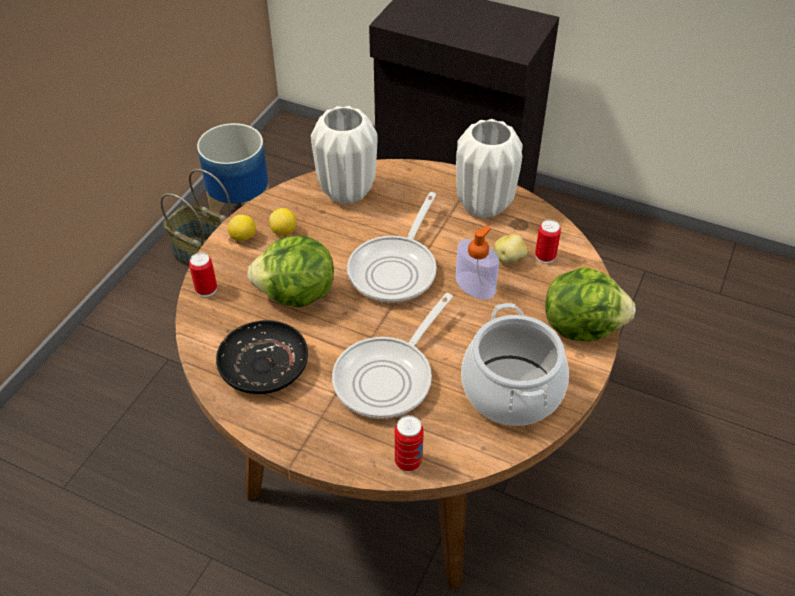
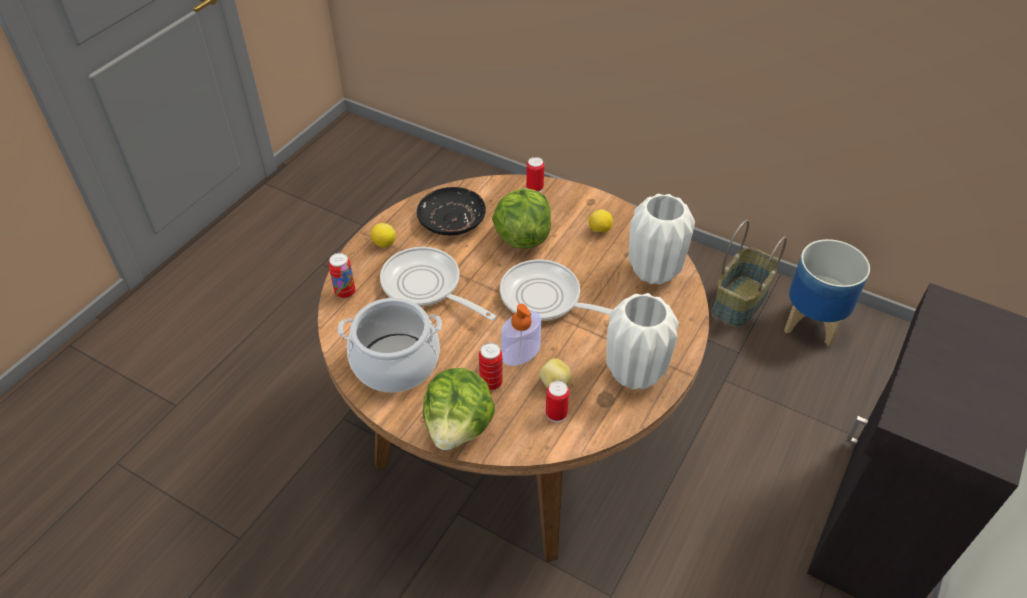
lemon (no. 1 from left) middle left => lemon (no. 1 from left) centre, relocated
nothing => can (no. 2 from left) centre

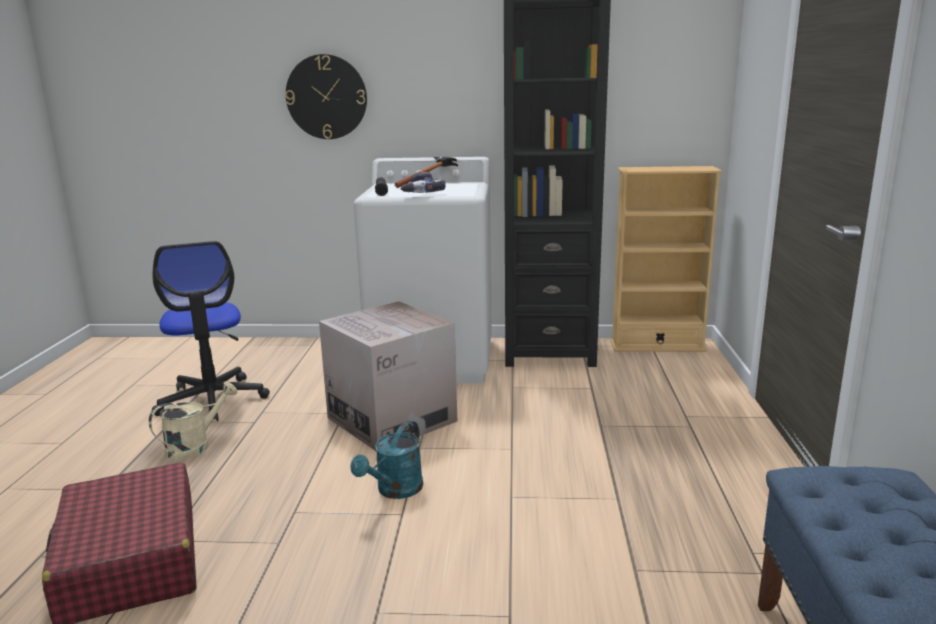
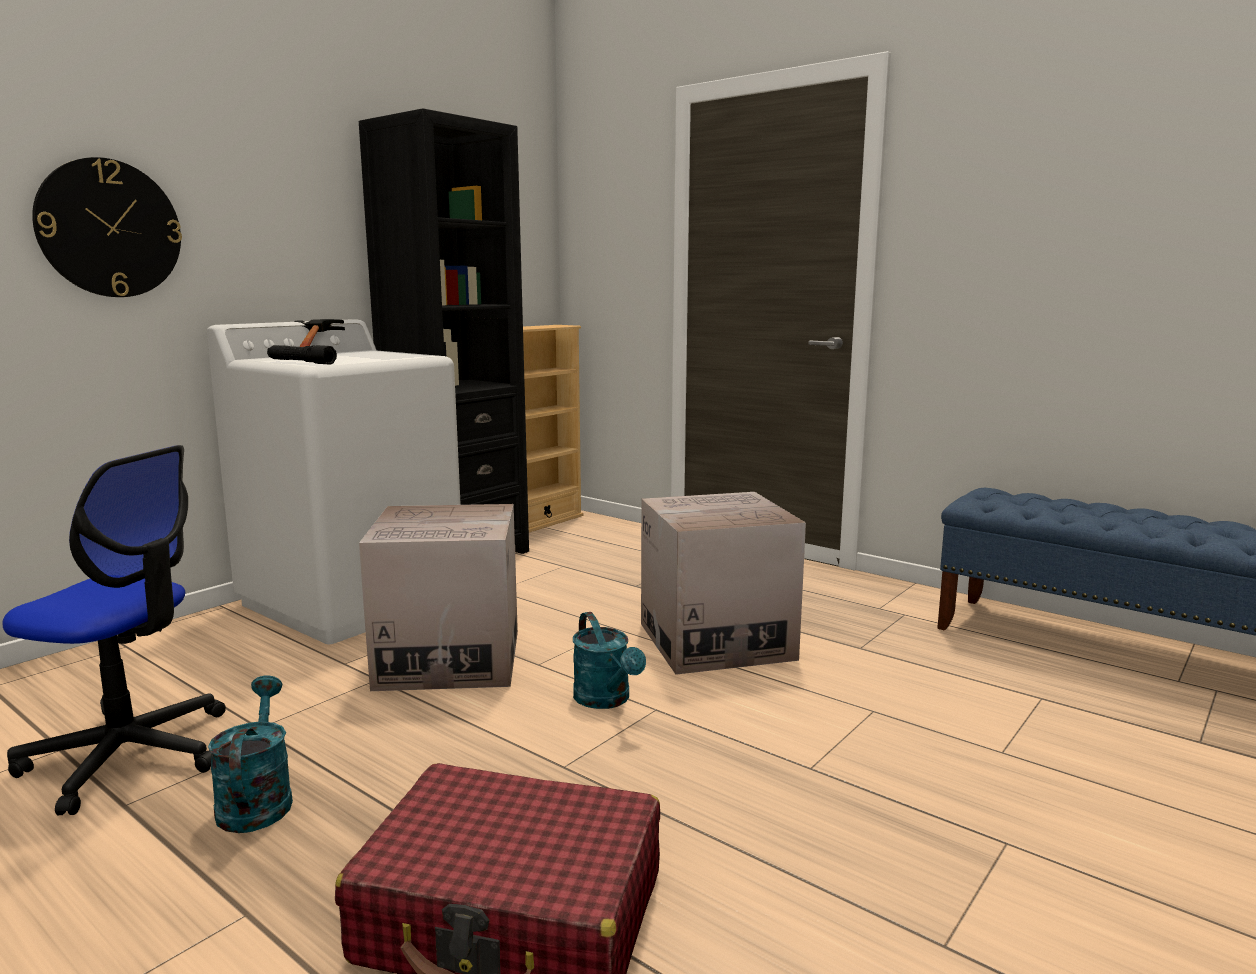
beige_watering_can bottom left => turquoise_watering_can (no. 1 from left) bottom left
power_drill top centre => nothing
nothing => cardboard_box (no. 2 from left) centre

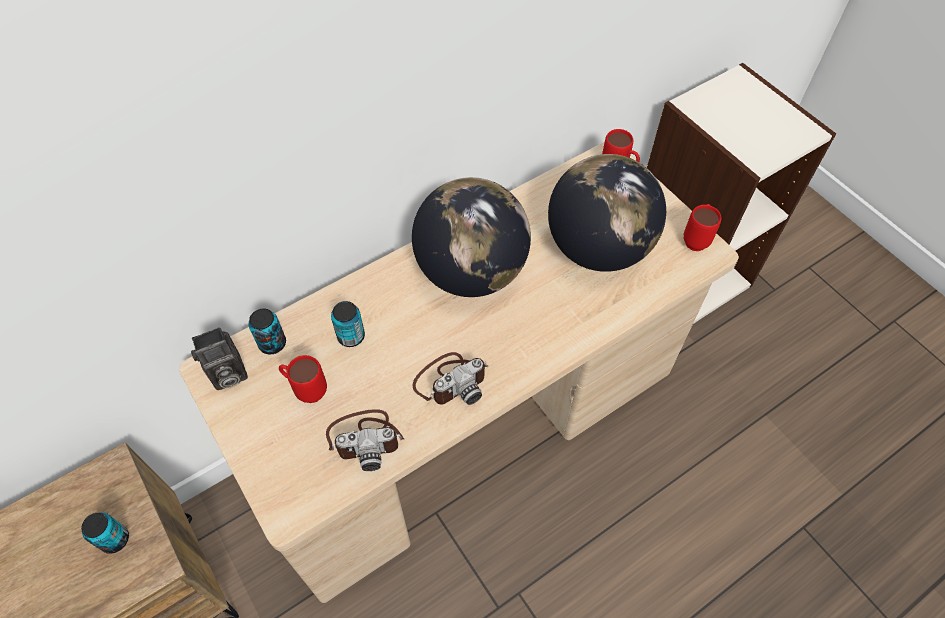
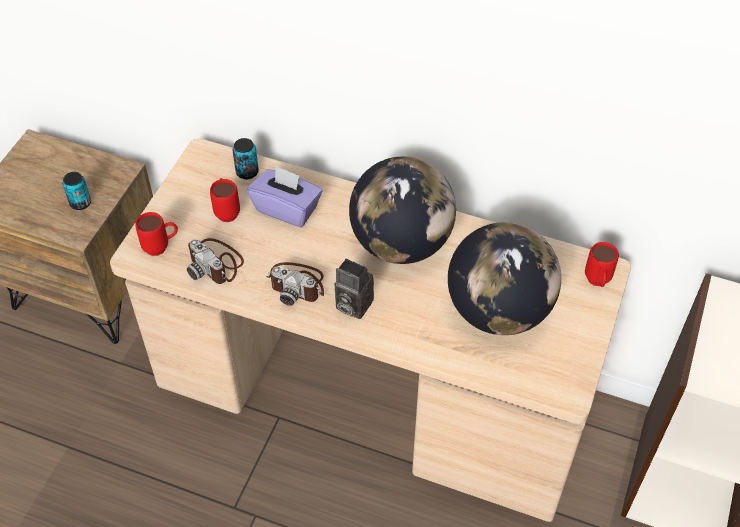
photo_camera (no. 1 from left in the first image) middle left => photo_camera (no. 3 from left) centre, relocated
can (no. 3 from left) centre => purple_tissue_box centre
red_mug (no. 3 from left in the first image) middle right => red_mug (no. 1 from left) middle left, relocated

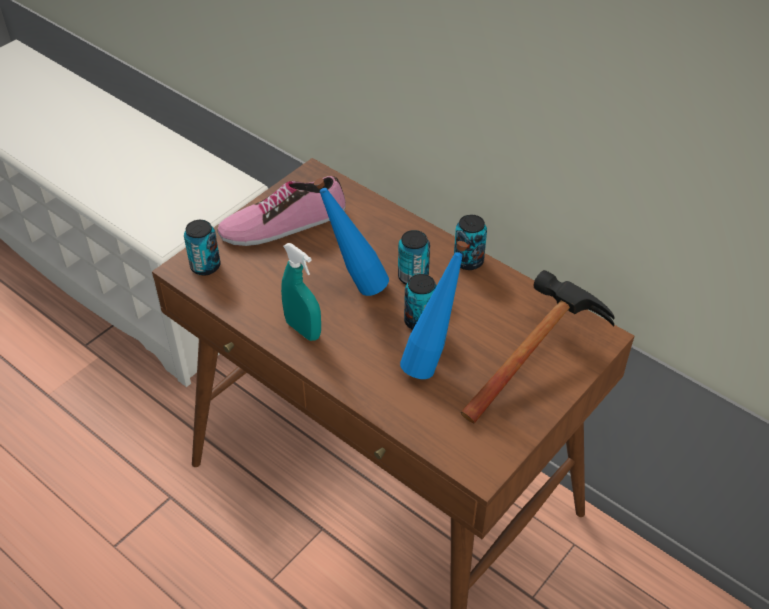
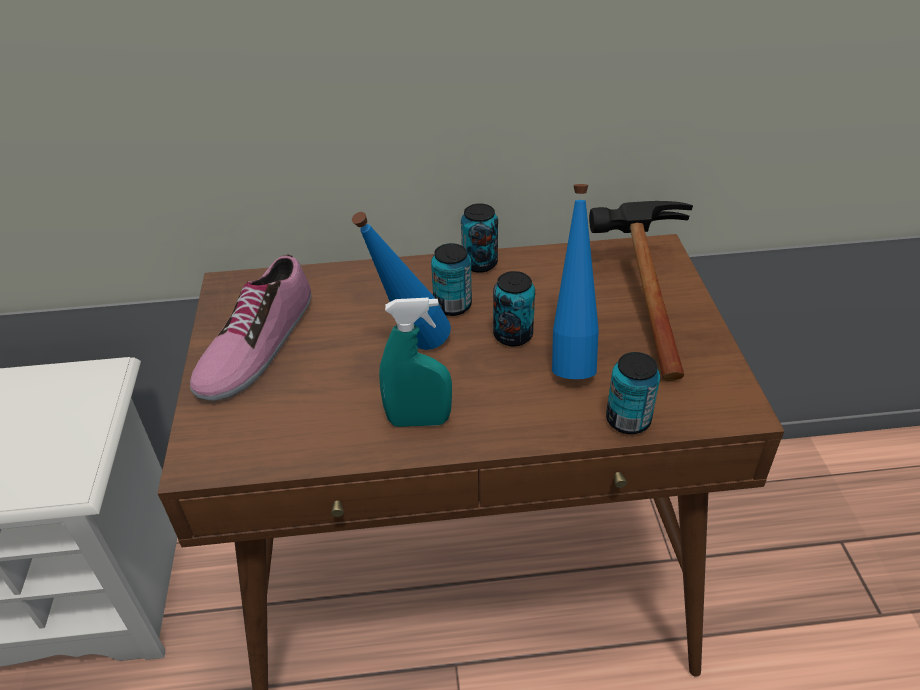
can (no. 1 from left in the first image) middle left => can (no. 4 from left) middle right, relocated

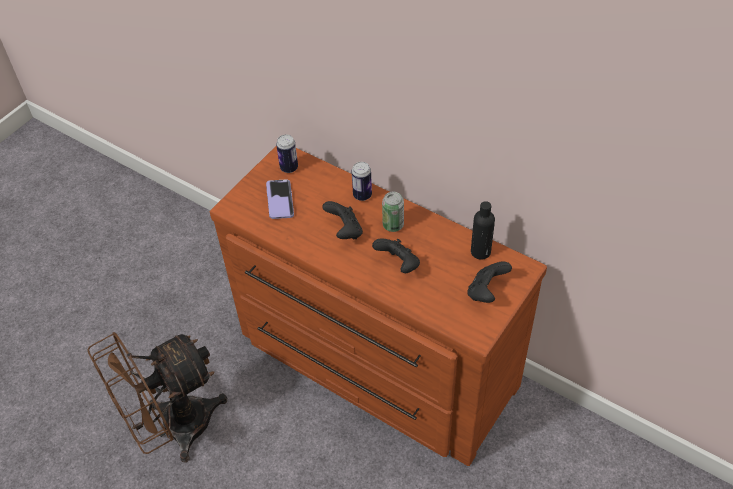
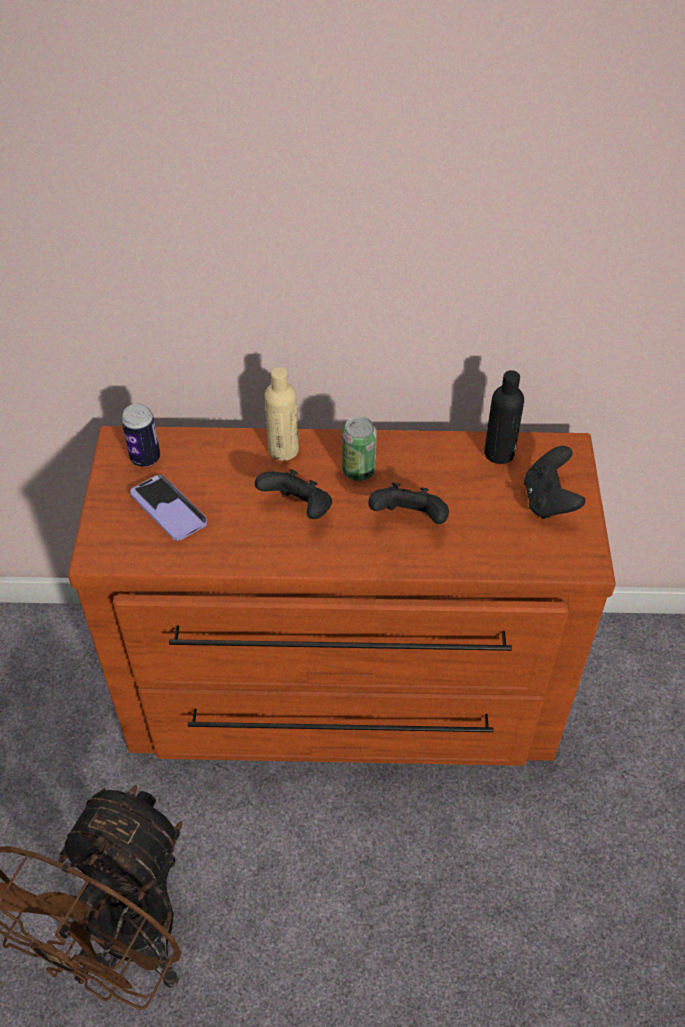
can (no. 2 from left) centre => beige_bottle centre

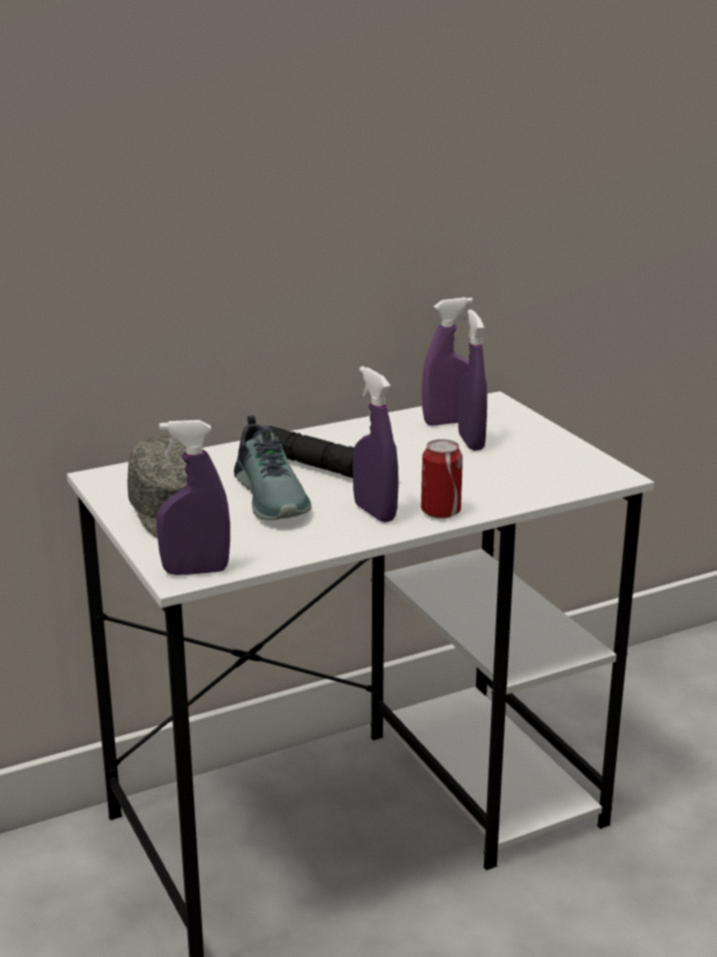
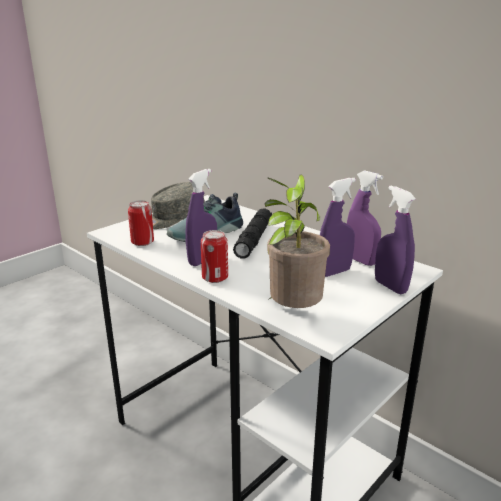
purple_spray_bottle (no. 1 from left in the first image) middle left => purple_spray_bottle (no. 4 from left) middle right, relocated
nothing => can (no. 1 from left) middle left
nothing => potted_plant centre

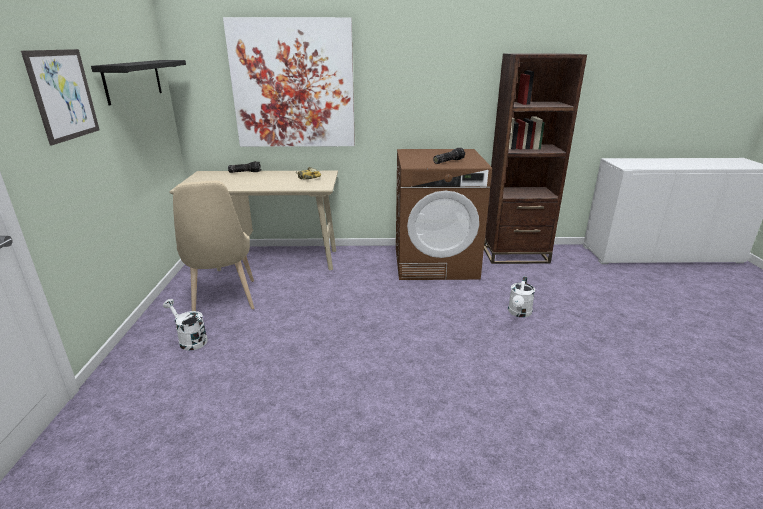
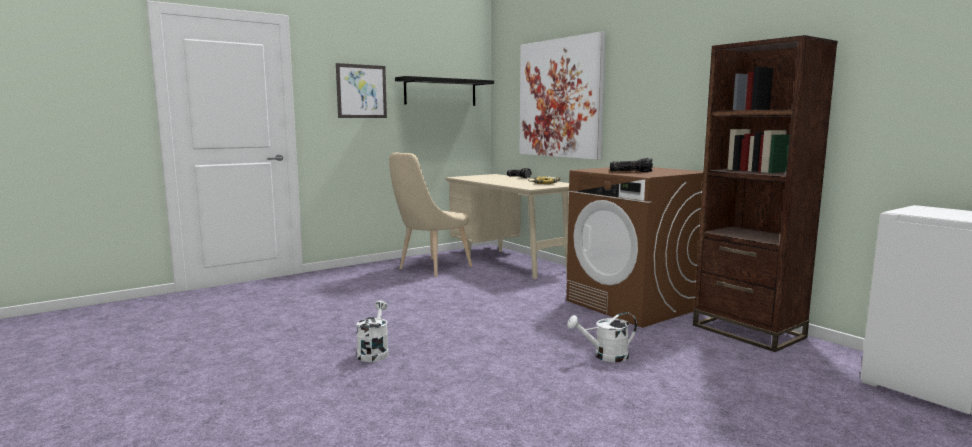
white_watering_can (no. 1 from left) middle left => white_watering_can (no. 1 from left) bottom centre, relocated

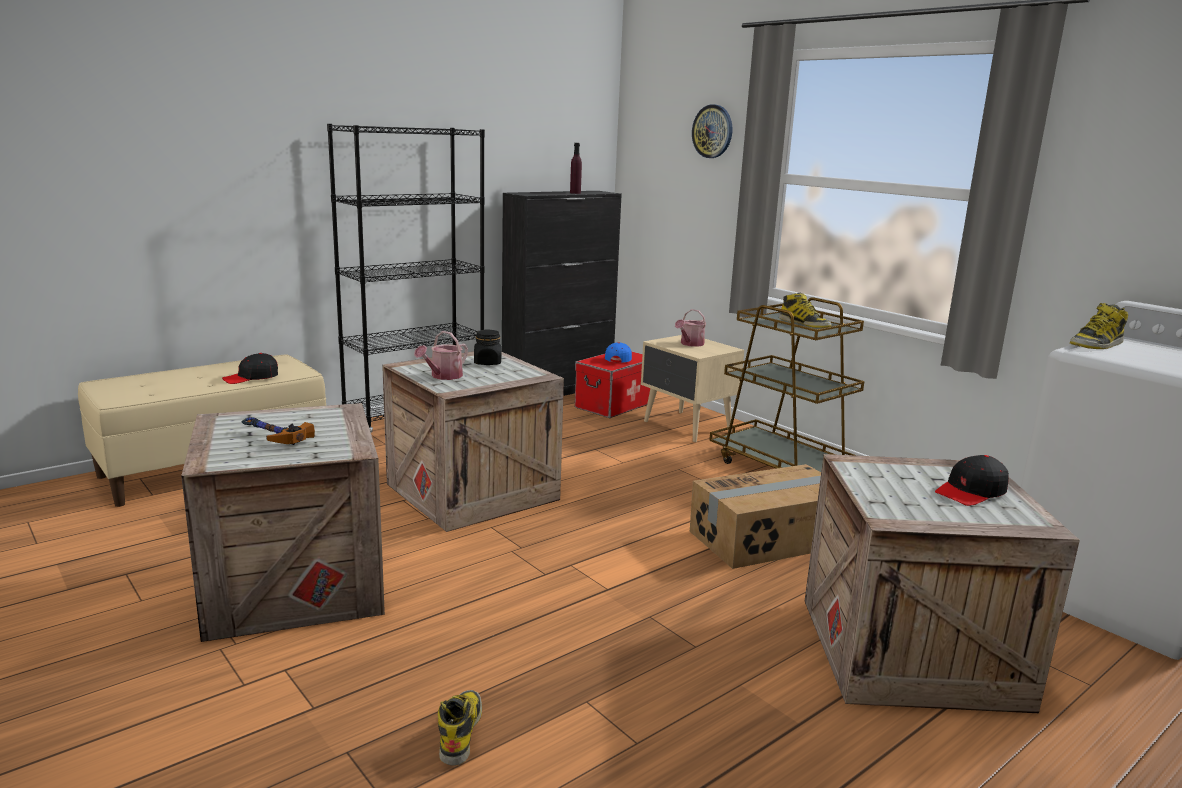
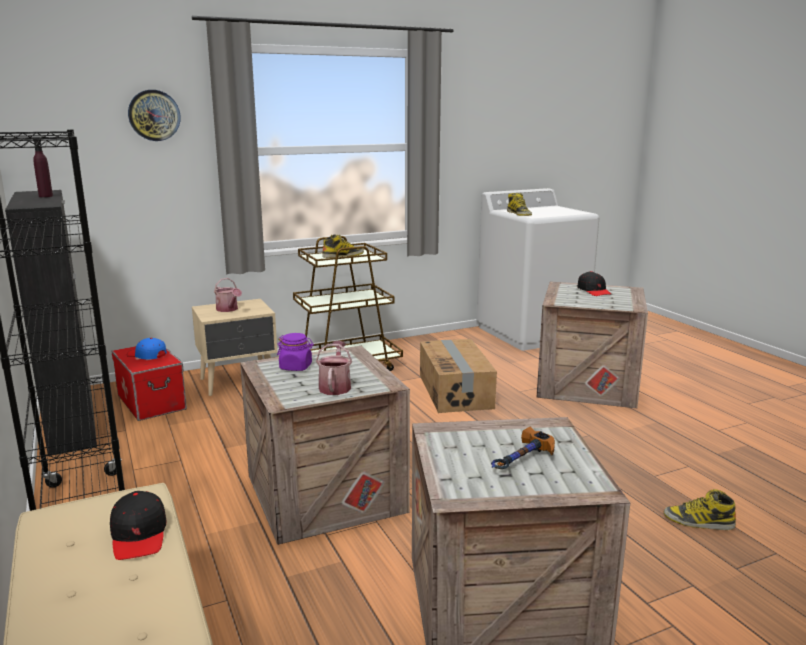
watering_can (no. 1 from left in the first image) centre => watering_can (no. 2 from left) centre, 135 degrees counterclockwise
black_jar centre => purple_jar centre

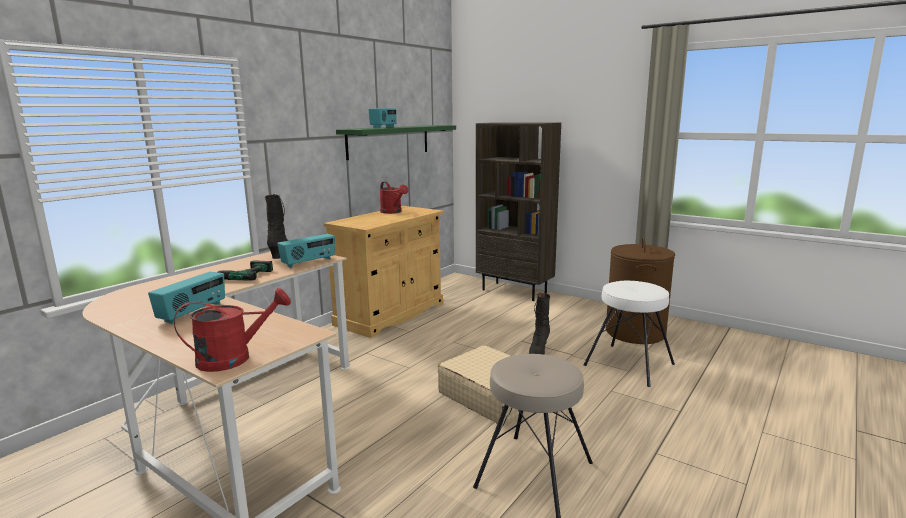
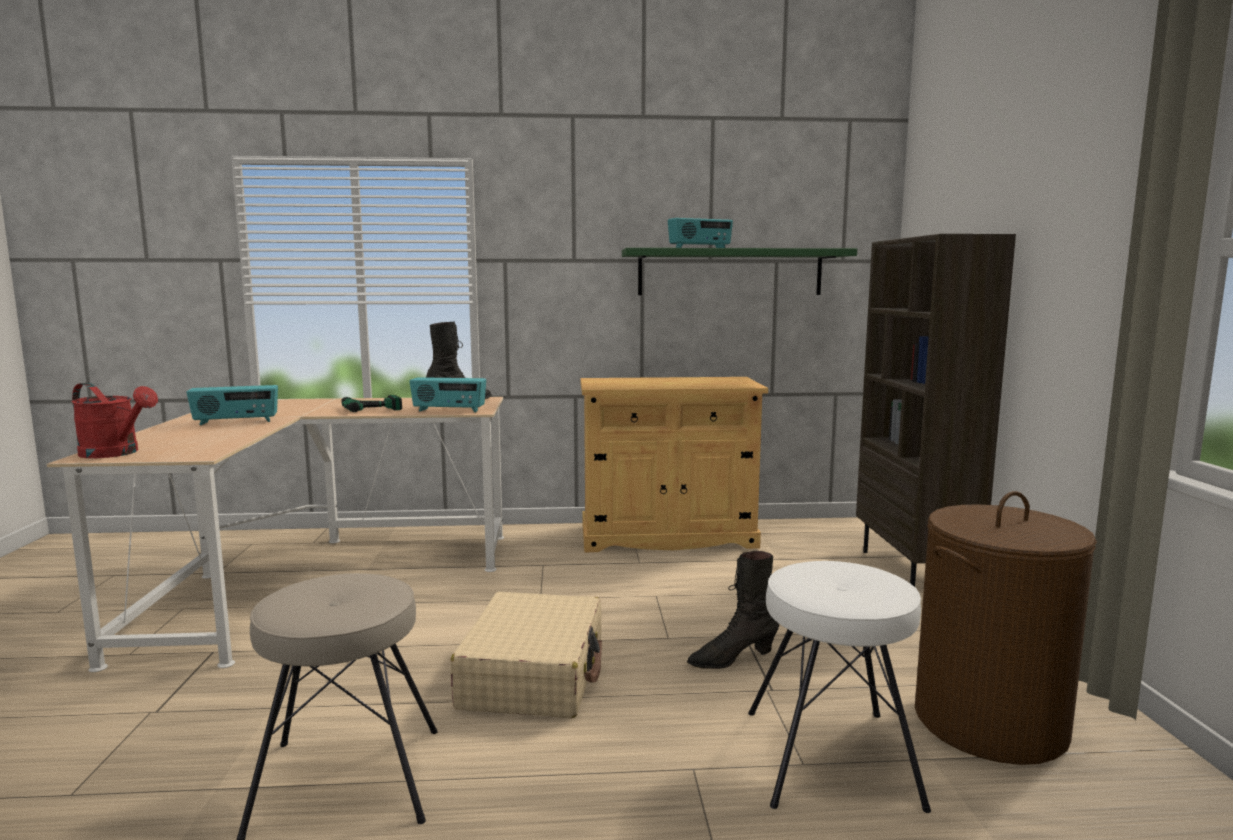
red_watering_can (no. 2 from left) centre => nothing

